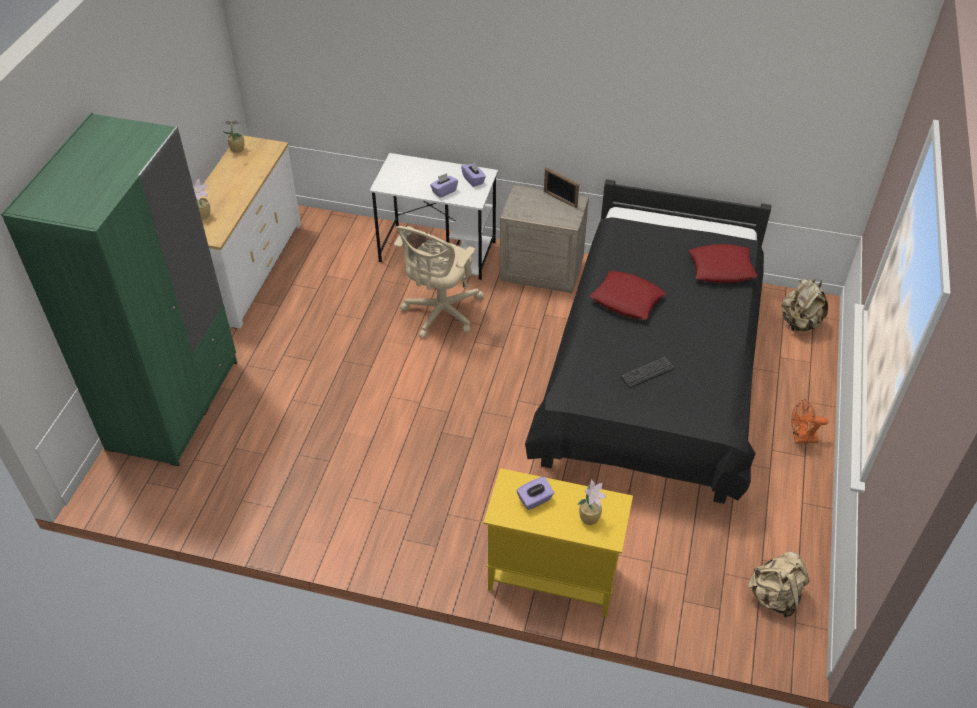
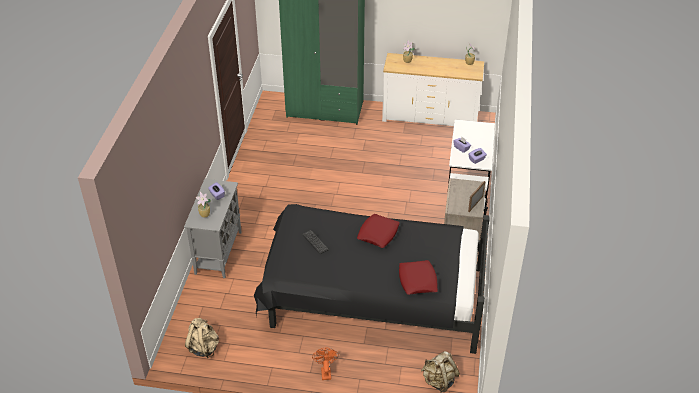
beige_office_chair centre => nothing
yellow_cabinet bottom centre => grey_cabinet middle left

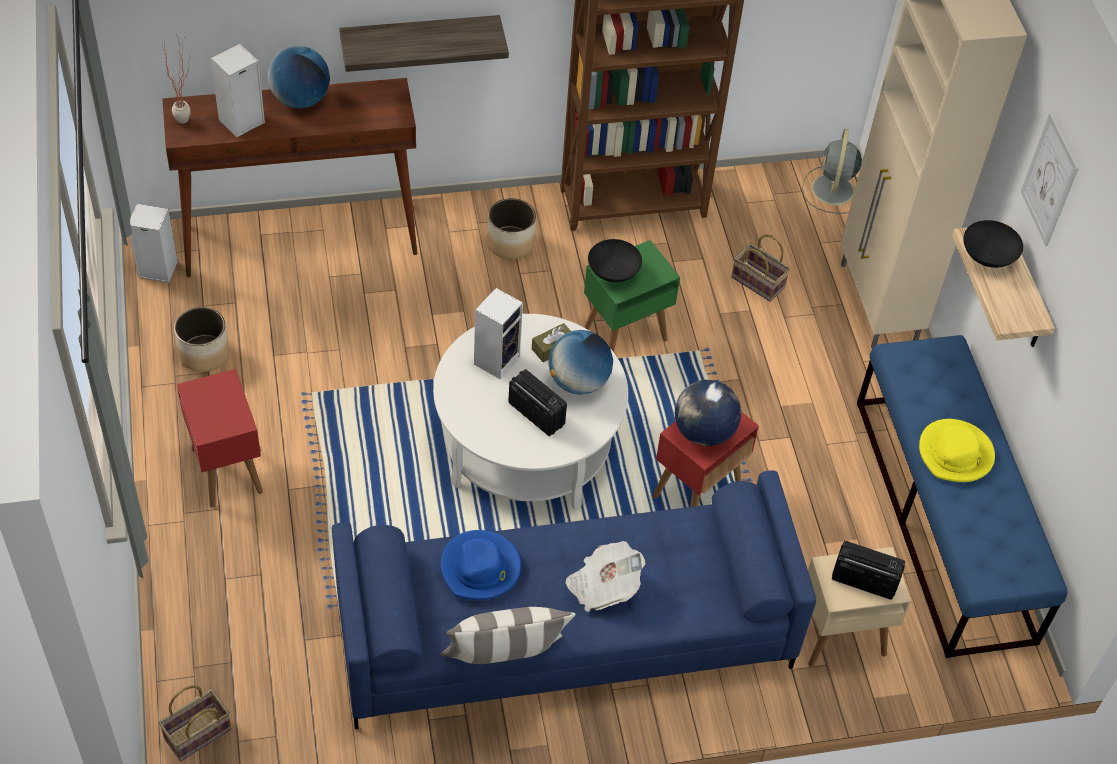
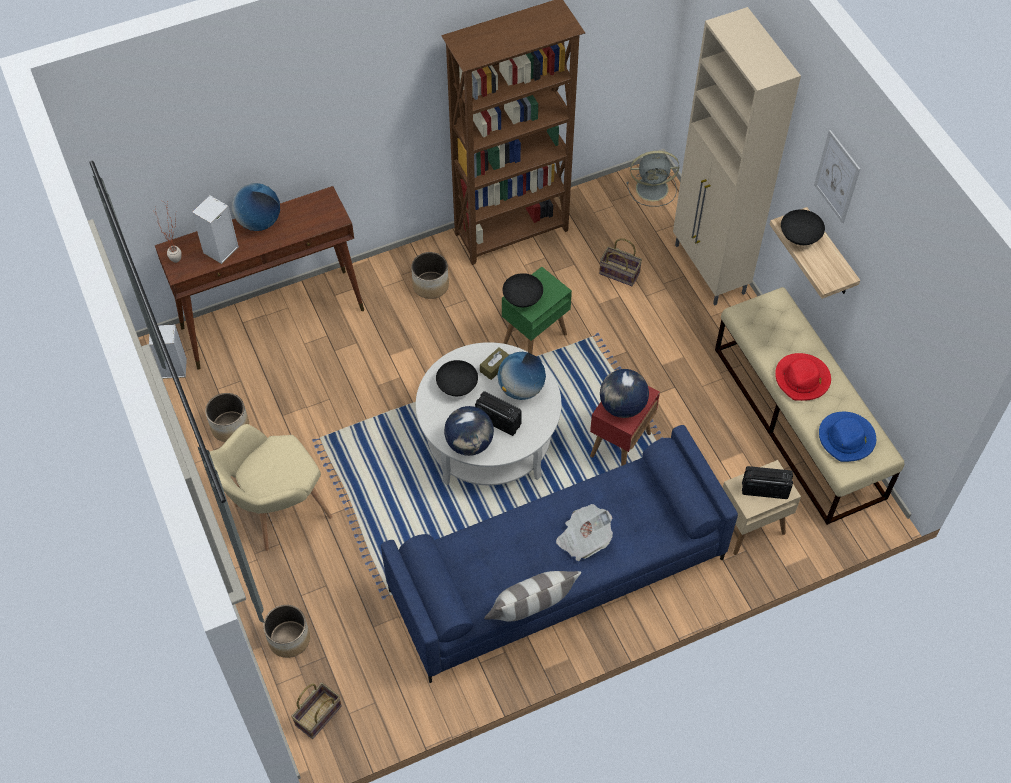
red_side_table (no. 1 from left) middle left => beige_armchair middle left
shelf (no. 1 from left) top centre => nothing
blue_hat bottom centre => blue_hat middle right, relocated
speaker (no. 3 from left) centre => black_bowl (no. 1 from left) centre
grey_fan top right => grey_fan top centre, 90 degrees counterclockwise
blue_bench middle right => beige_bench middle right
yellow_hat middle right => red_hat middle right
nothing => planter (no. 2 from left) bottom left
nothing => globe (no. 2 from left) centre

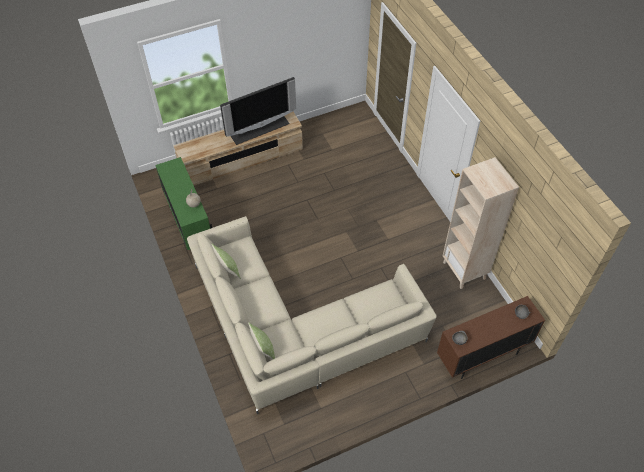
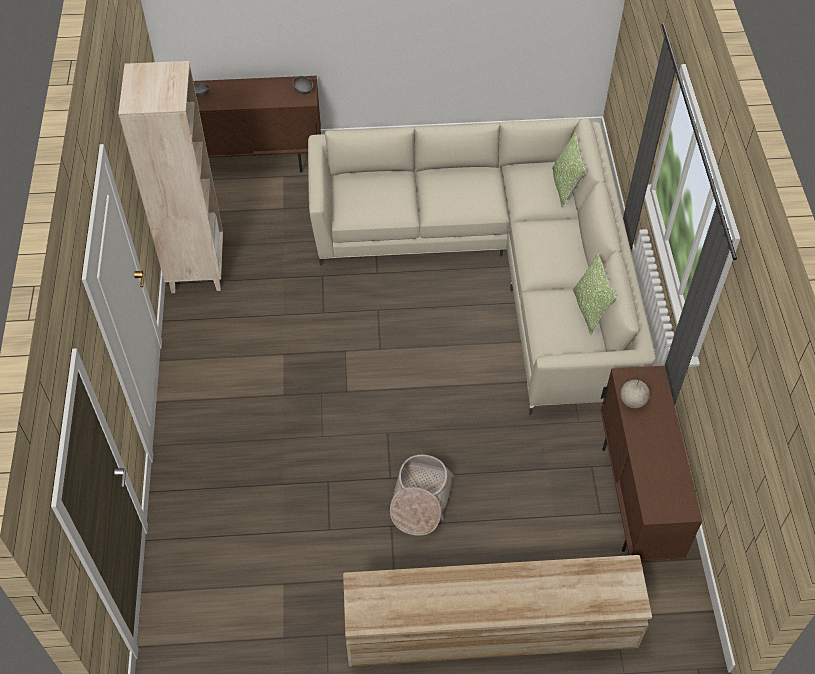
green_cabinet middle left => brown_cabinet (no. 2 from left) bottom right
television top centre => nothing
nothing => basket bottom centre

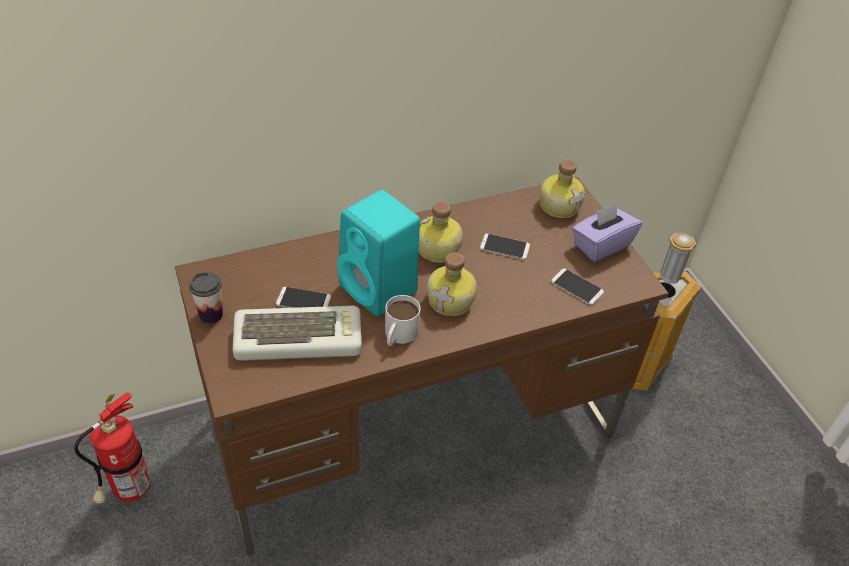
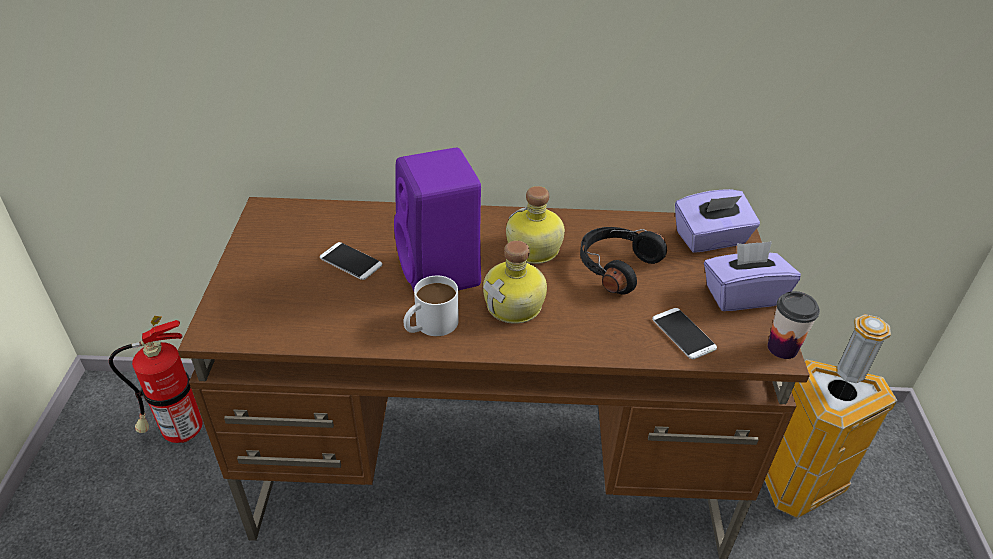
cup middle left => cup middle right, relocated
keyboard centre => nothing
turquoise_speaker centre => purple_speaker centre
phone (no. 2 from left) centre => black_headphones centre
bottle (no. 3 from left) centre => purple_tissue_box (no. 1 from left) middle right

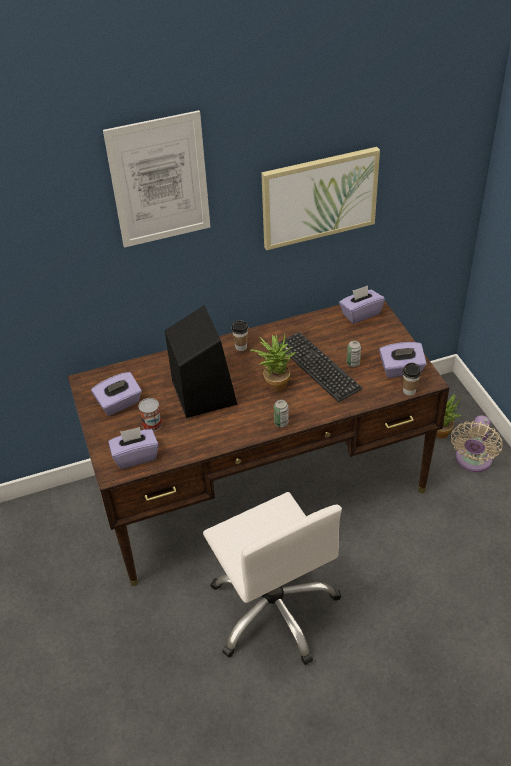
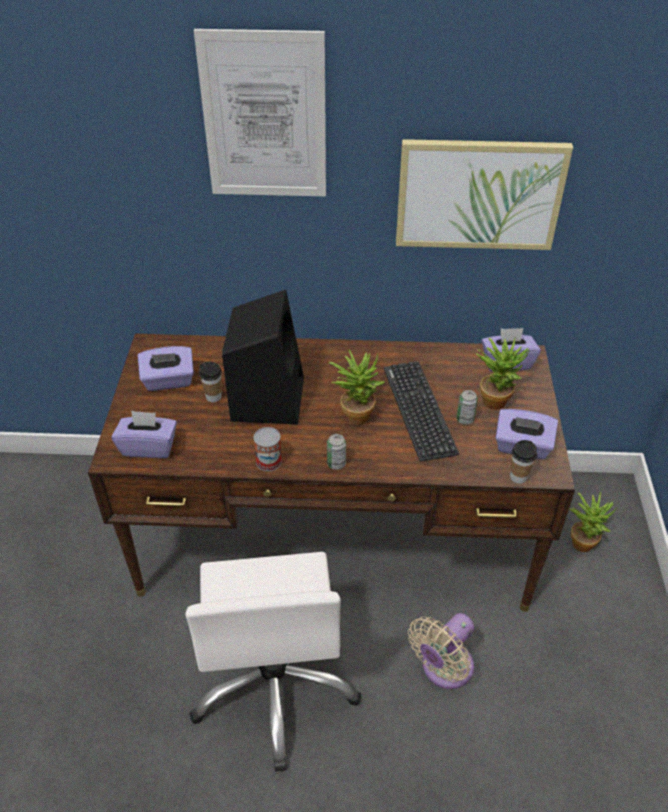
can (no. 1 from left) middle left => can (no. 1 from left) centre, relocated
cup (no. 1 from left) centre => cup (no. 1 from left) middle left, relocated
beige_fan middle right => beige_fan bottom centre, relocated
nothing => potted_plant (no. 2 from left) middle right

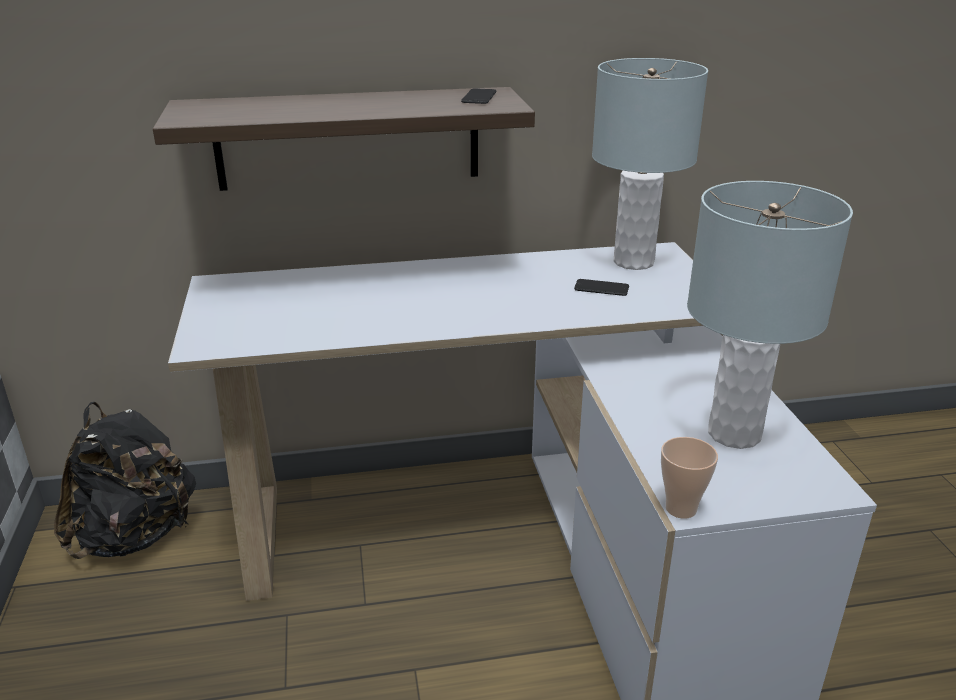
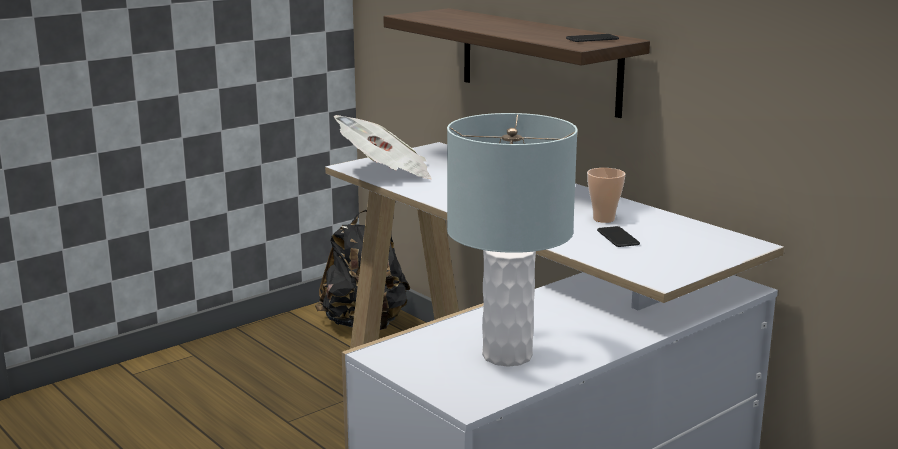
grey_table_lamp (no. 1 from left) top right => nothing
cup bottom right => cup middle right, relocated
nothing => newspaper top centre

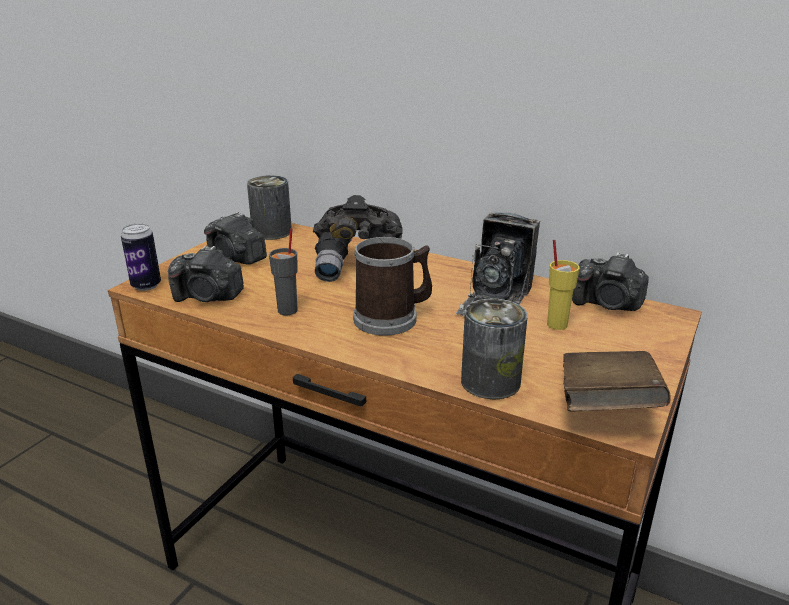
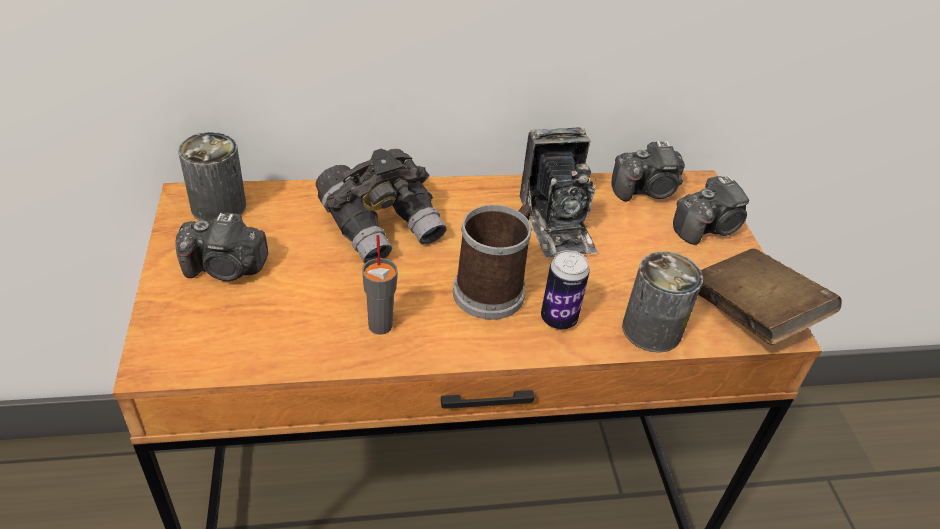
can (no. 1 from left in the first image) middle left => can (no. 2 from left) centre, relocated
photo_camera (no. 1 from left in the first image) middle left => photo_camera (no. 4 from left) middle right, relocated
yellow_cup middle right => nothing

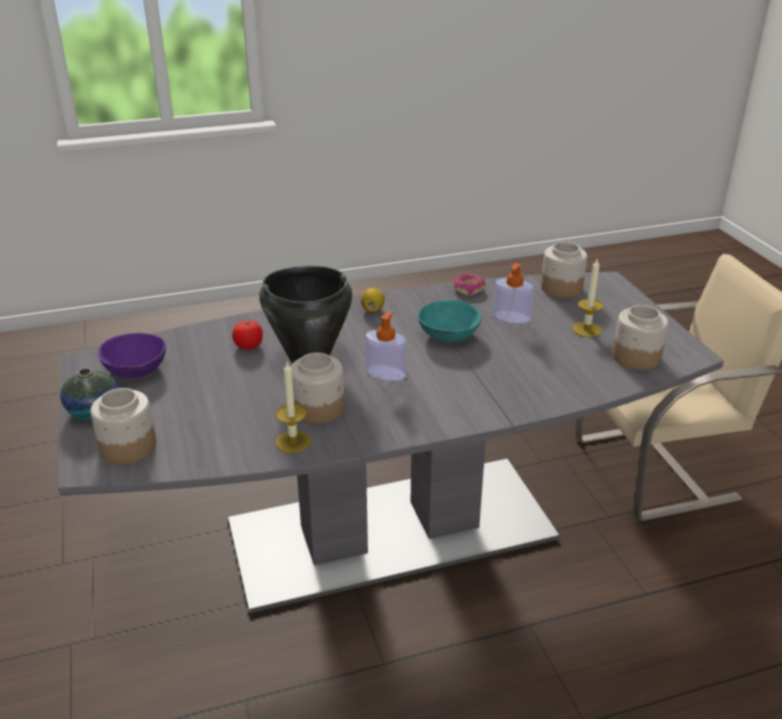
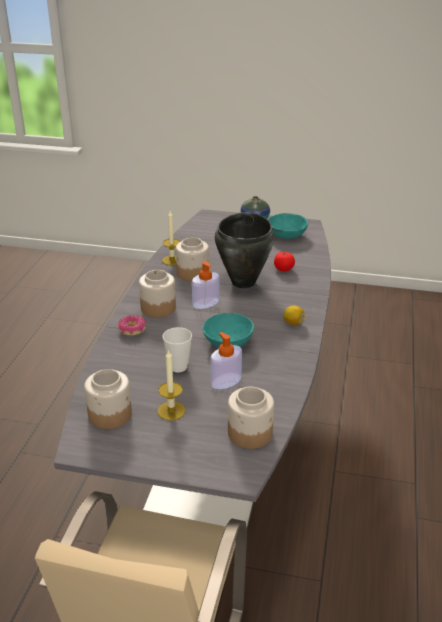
jar (no. 1 from left in the first image) middle left => jar (no. 2 from left) centre, relocated
purple_bowl middle left => turquoise_bowl (no. 2 from left) centre
donut centre => donut middle left, relocated
nothing => cup centre

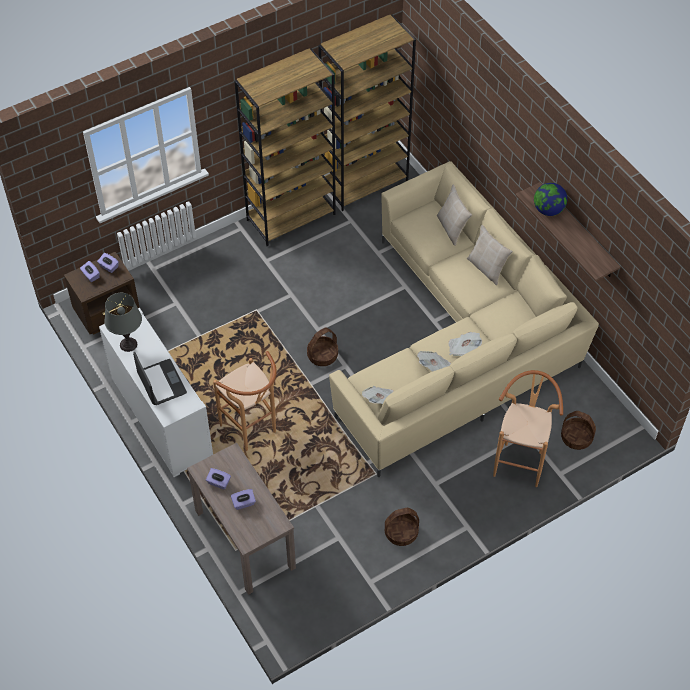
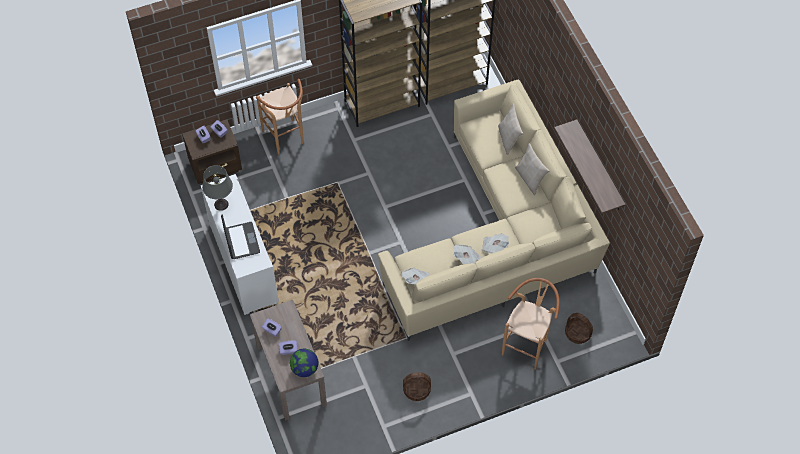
brown_stool (no. 1 from left) centre => brown_stool (no. 1 from left) top centre, relocated
basket (no. 1 from left) centre => nothing
globe top right => globe bottom centre, relocated

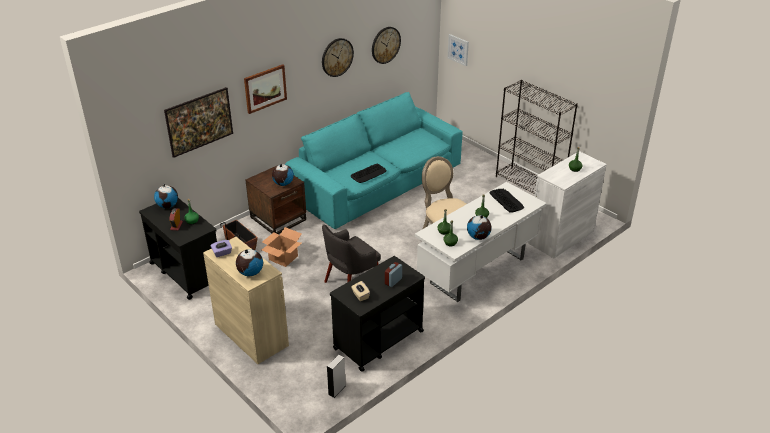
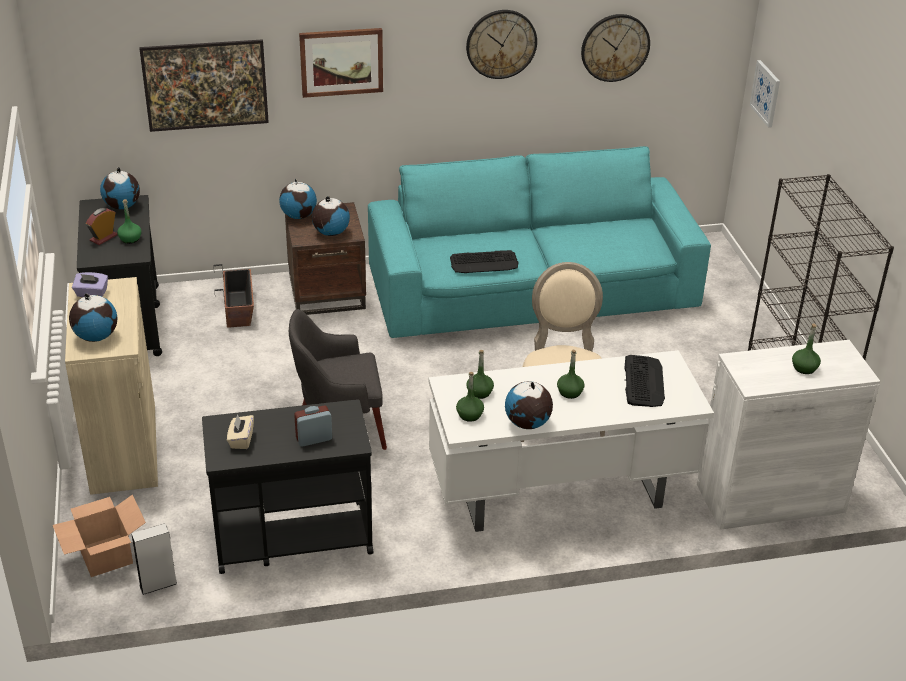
cardboard_box centre => cardboard_box bottom left, relocated
nothing => globe (no. 3 from left) top left

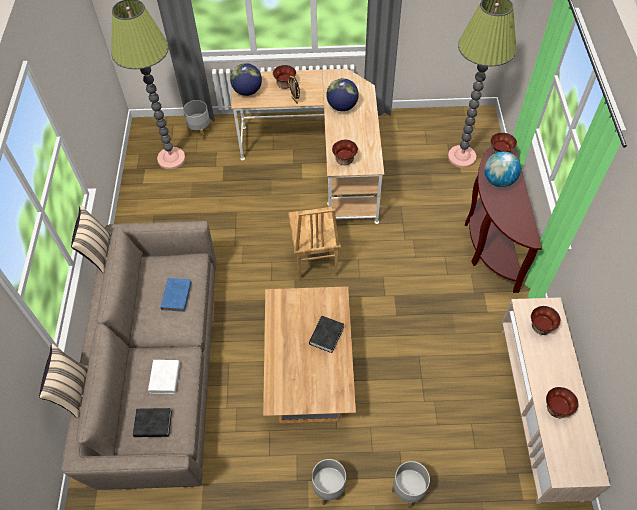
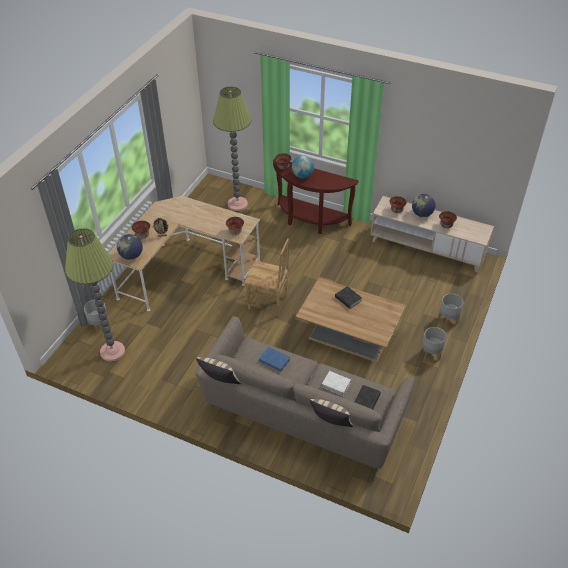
globe (no. 2 from left in the first image) top centre => globe (no. 3 from left) middle right, relocated

